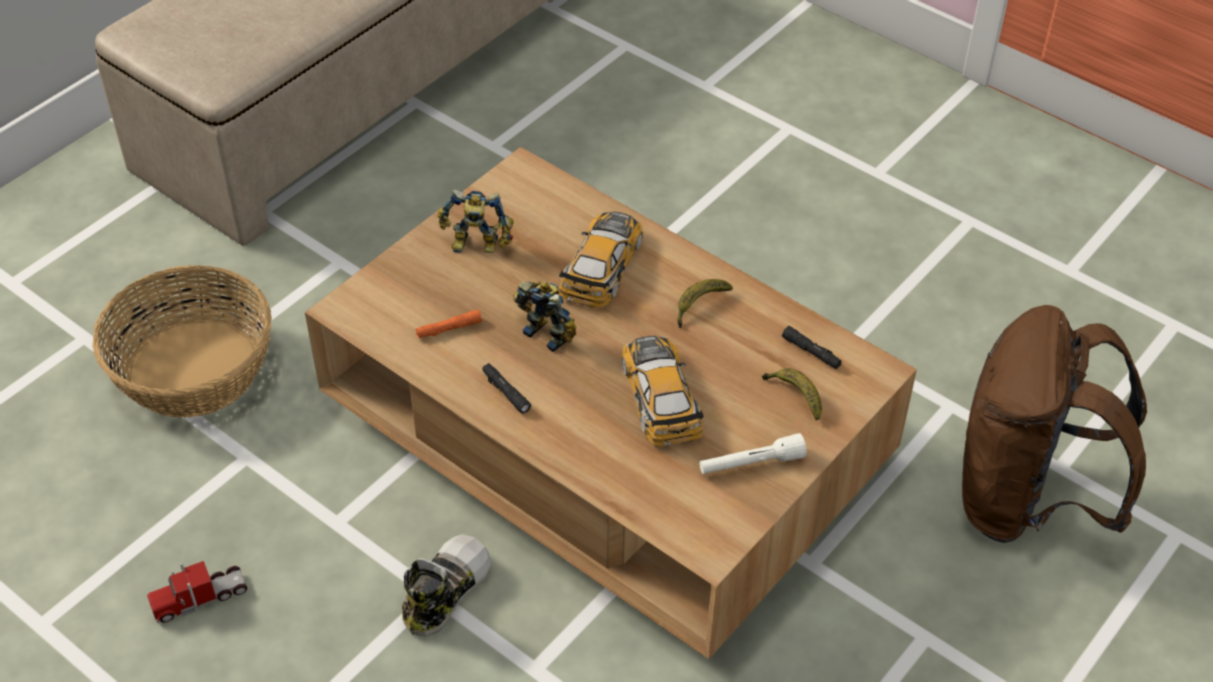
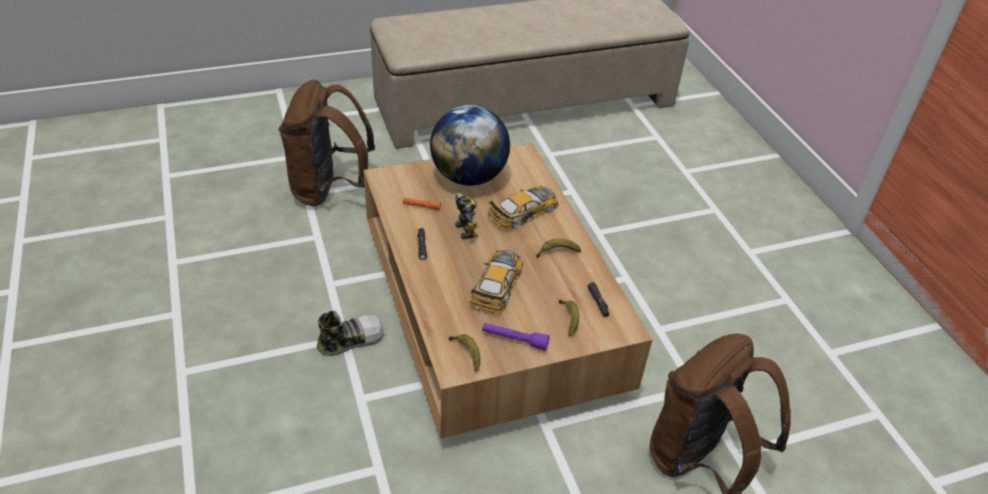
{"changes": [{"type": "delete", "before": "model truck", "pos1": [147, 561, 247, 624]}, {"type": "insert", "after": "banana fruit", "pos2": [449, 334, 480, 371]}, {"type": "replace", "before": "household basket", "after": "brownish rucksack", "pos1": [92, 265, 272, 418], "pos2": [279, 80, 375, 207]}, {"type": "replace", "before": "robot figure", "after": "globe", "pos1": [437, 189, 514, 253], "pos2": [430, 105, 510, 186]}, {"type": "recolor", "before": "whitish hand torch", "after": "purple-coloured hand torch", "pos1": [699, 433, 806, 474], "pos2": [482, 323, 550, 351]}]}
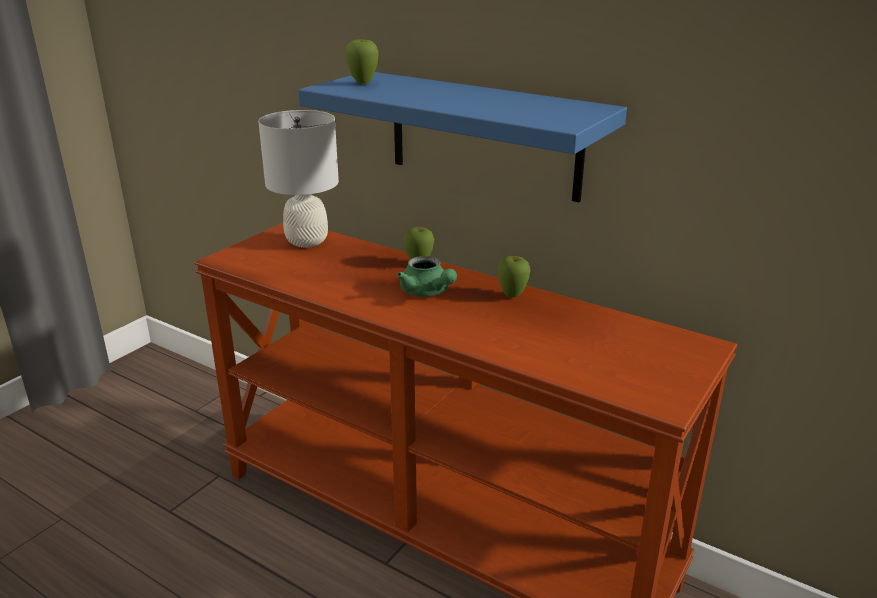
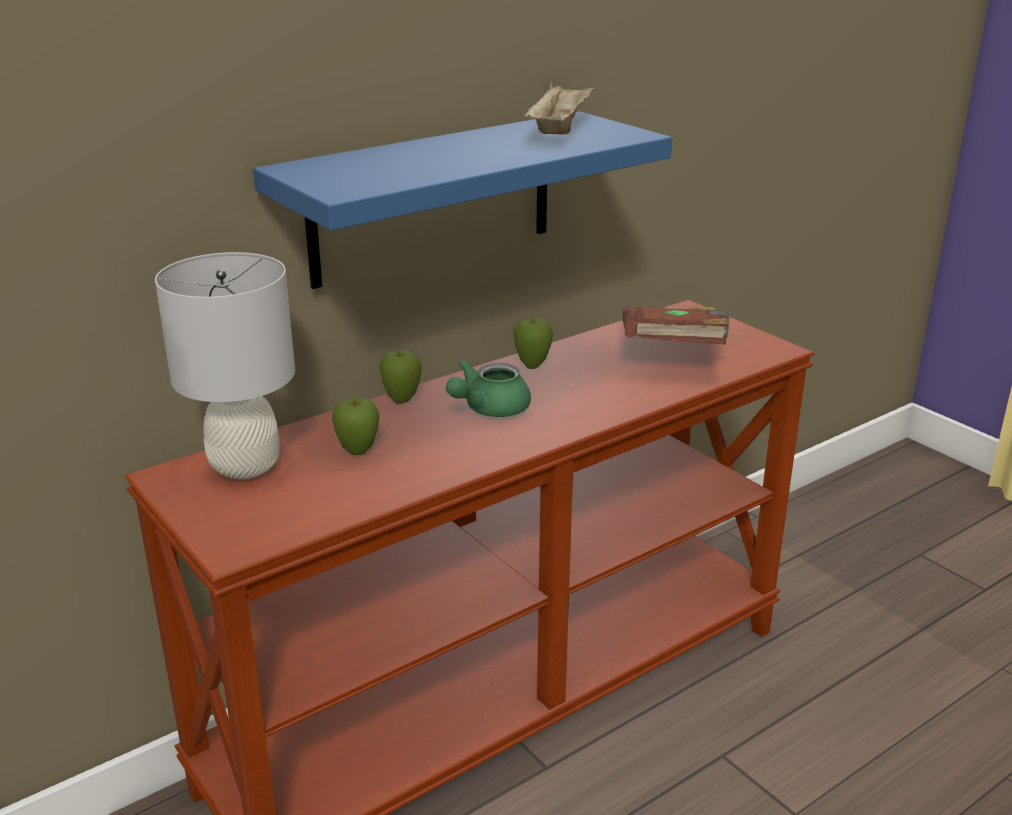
{"changes": [{"type": "insert", "after": "beige-coloured serving tray", "pos2": [523, 82, 597, 135]}, {"type": "insert", "after": "brownish volume", "pos2": [622, 306, 729, 345]}, {"type": "move", "before": "apple", "pos1": [345, 38, 379, 84], "pos2": [332, 397, 380, 455]}, {"type": "rotate", "before": "green teapot", "pos1": [397, 256, 457, 297], "pos2": [446, 360, 531, 417], "turn": 150}]}
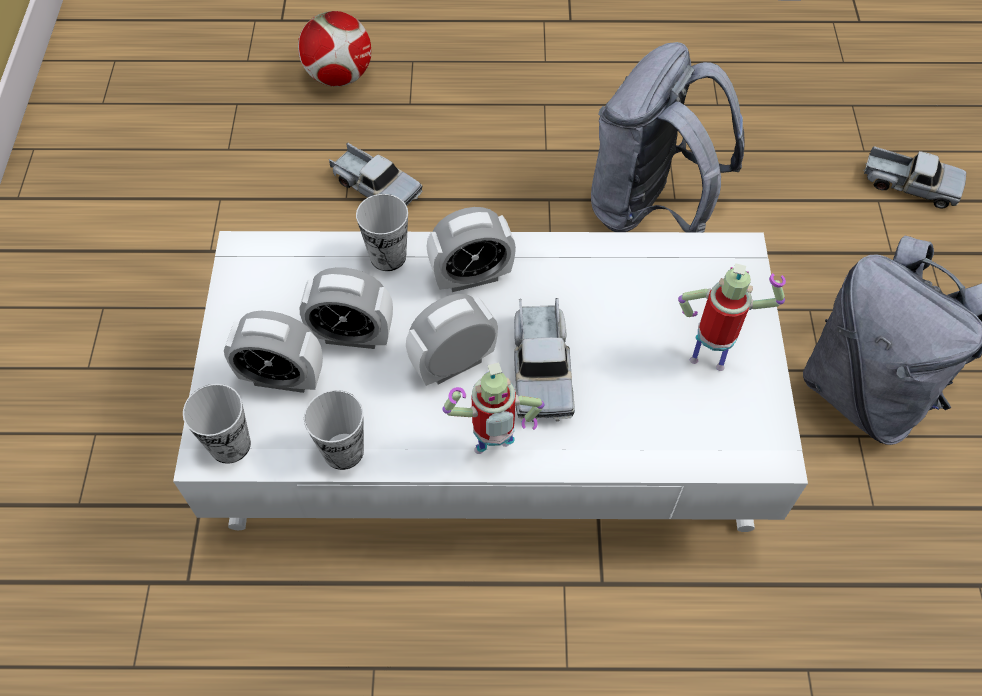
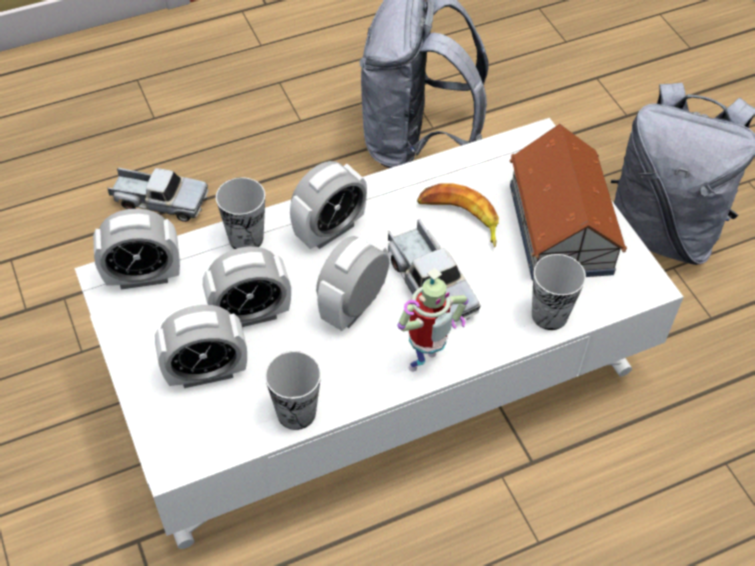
{"changes": [{"type": "delete", "before": "ball for football", "pos1": [298, 11, 371, 87]}, {"type": "delete", "before": "model truck", "pos1": [864, 146, 966, 209]}, {"type": "insert", "after": "table clock", "pos2": [93, 209, 180, 289]}, {"type": "insert", "after": "banana fruit", "pos2": [417, 183, 499, 247]}, {"type": "move", "before": "cup", "pos1": [183, 384, 251, 464], "pos2": [532, 254, 586, 330]}, {"type": "replace", "before": "robot figure", "after": "miniature house", "pos1": [678, 263, 786, 371], "pos2": [509, 124, 627, 281]}]}
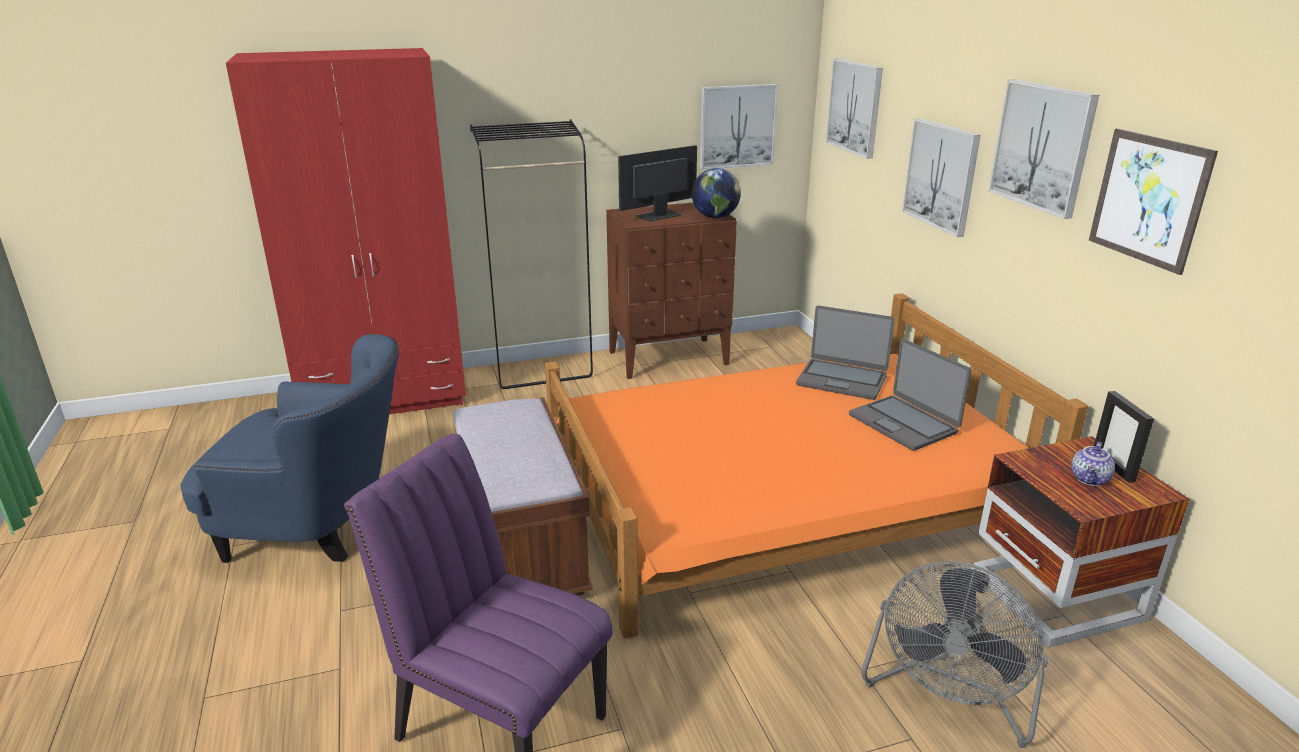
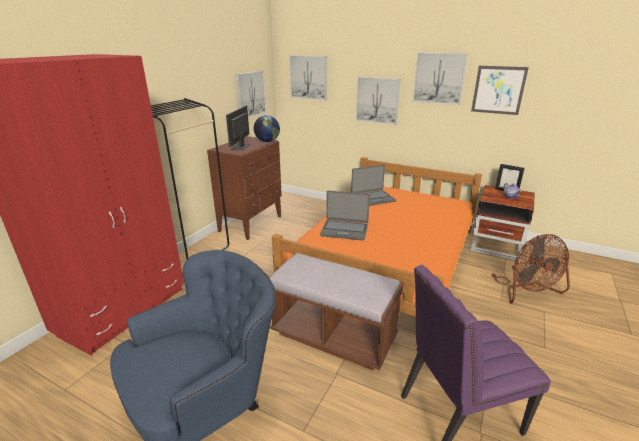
{"changes": [{"type": "move", "before": "portable computer", "pos1": [849, 338, 971, 451], "pos2": [320, 191, 370, 241]}, {"type": "recolor", "before": "greyish fan", "after": "brownish fan", "pos1": [861, 561, 1048, 748], "pos2": [492, 234, 570, 304]}]}
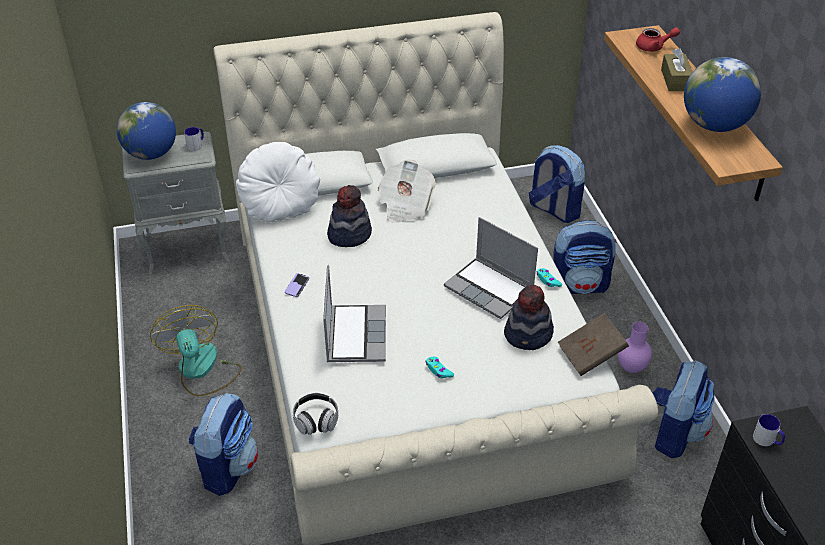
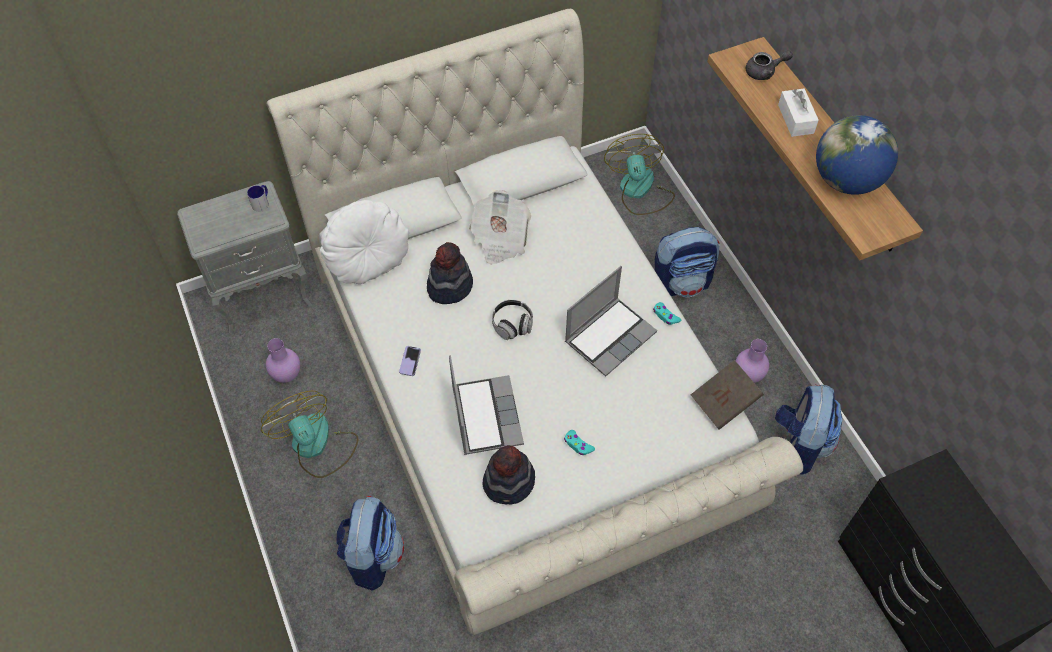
{"changes": [{"type": "delete", "before": "globe", "pos1": [117, 102, 176, 160]}, {"type": "delete", "before": "tea mug", "pos1": [753, 414, 785, 447]}, {"type": "insert", "after": "purple-coloured flower vase", "pos2": [266, 338, 300, 383]}, {"type": "move", "before": "pair of headphones", "pos1": [293, 393, 338, 435], "pos2": [492, 300, 533, 340]}, {"type": "move", "before": "hat", "pos1": [504, 285, 554, 350], "pos2": [483, 445, 535, 504]}, {"type": "replace", "before": "rucksack", "after": "fan", "pos1": [529, 145, 585, 223], "pos2": [604, 134, 675, 215]}, {"type": "recolor", "before": "red teapot", "after": "greyish teapot", "pos1": [636, 27, 680, 52], "pos2": [746, 51, 793, 80]}, {"type": "recolor", "before": "brownish box of tissues", "after": "whitish box of tissues", "pos1": [661, 48, 693, 91], "pos2": [778, 89, 819, 137]}, {"type": "rotate", "before": "portable computer", "pos1": [444, 217, 538, 319], "pos2": [565, 266, 657, 377], "turn": -75}]}
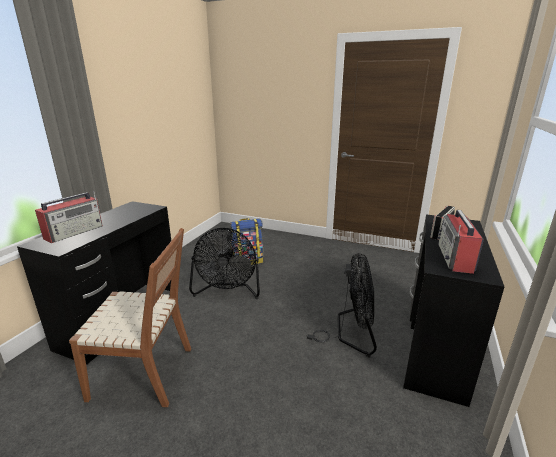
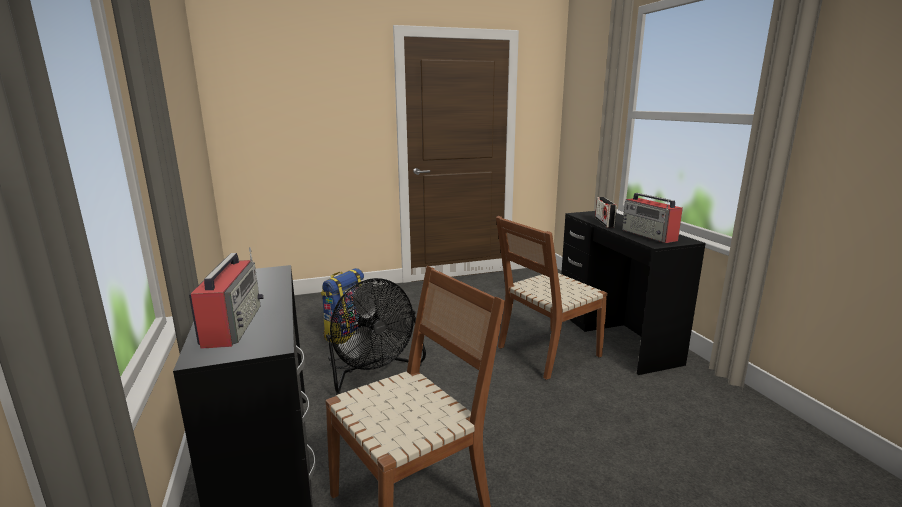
{"changes": [{"type": "replace", "before": "blackish fan", "after": "upright chair", "pos1": [306, 253, 377, 358], "pos2": [496, 216, 607, 380]}]}
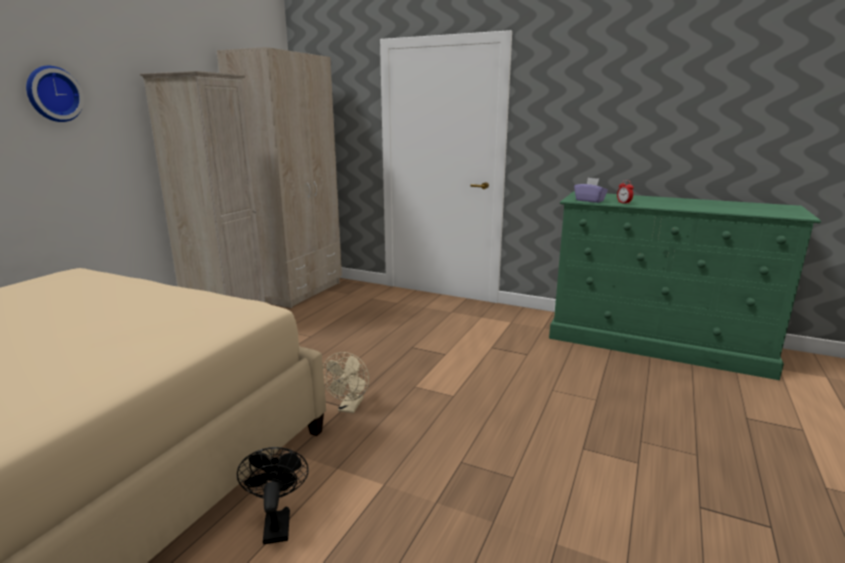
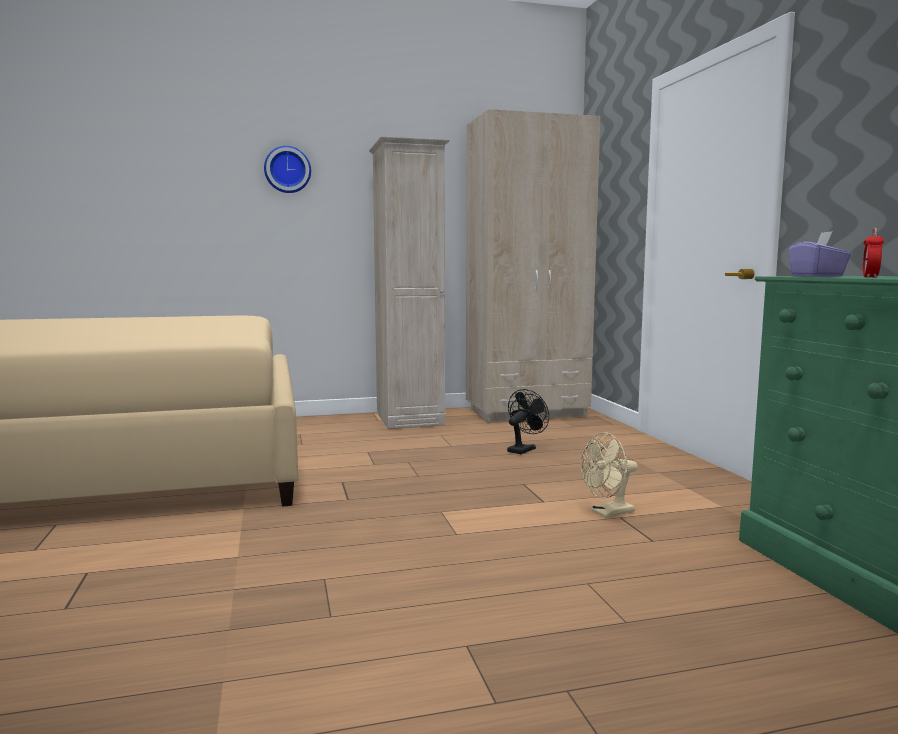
{"changes": [{"type": "move", "before": "blackish fan", "pos1": [237, 447, 309, 544], "pos2": [507, 389, 549, 454]}, {"type": "move", "before": "beige-coloured fan", "pos1": [323, 352, 369, 413], "pos2": [580, 432, 638, 518]}]}
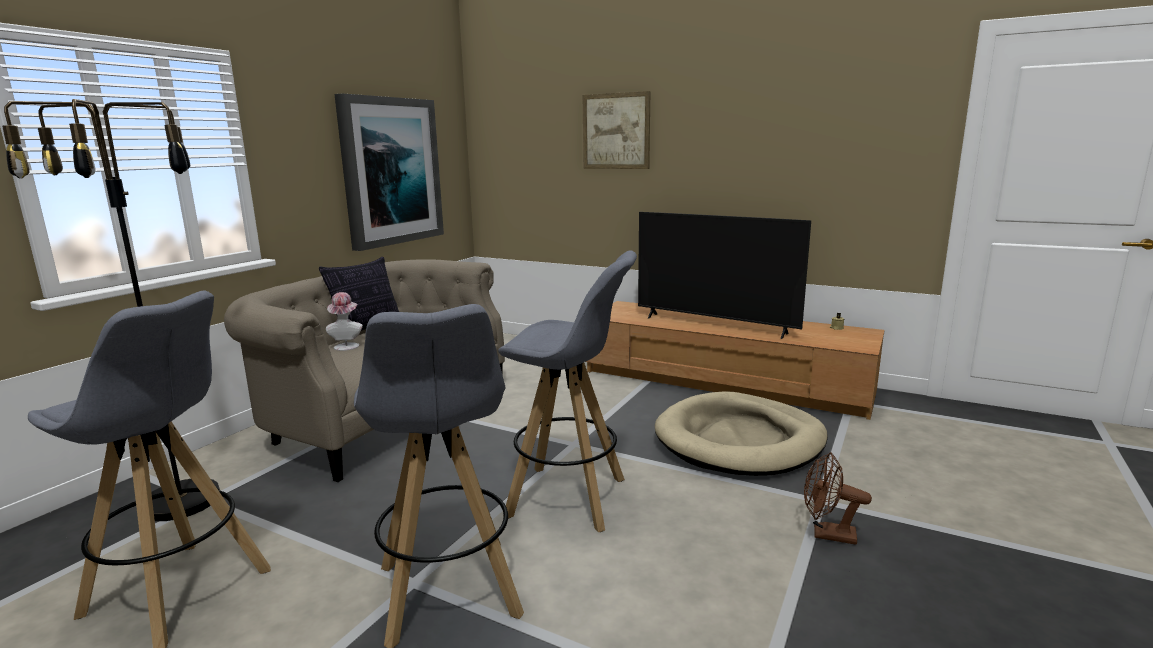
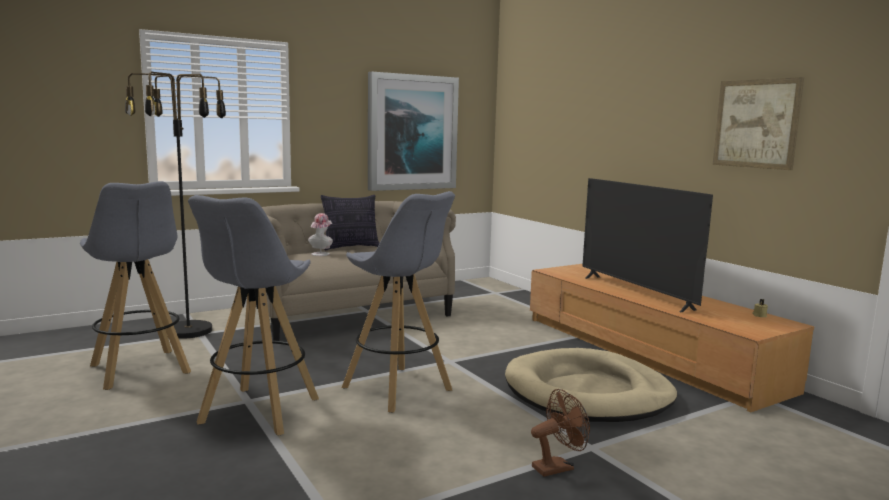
{"changes": [{"type": "move", "before": "wall art", "pos1": [583, 91, 650, 169], "pos2": [712, 77, 804, 170]}, {"type": "rotate", "before": "brownish fan", "pos1": [804, 452, 872, 545], "pos2": [531, 389, 590, 477], "turn": 105}]}
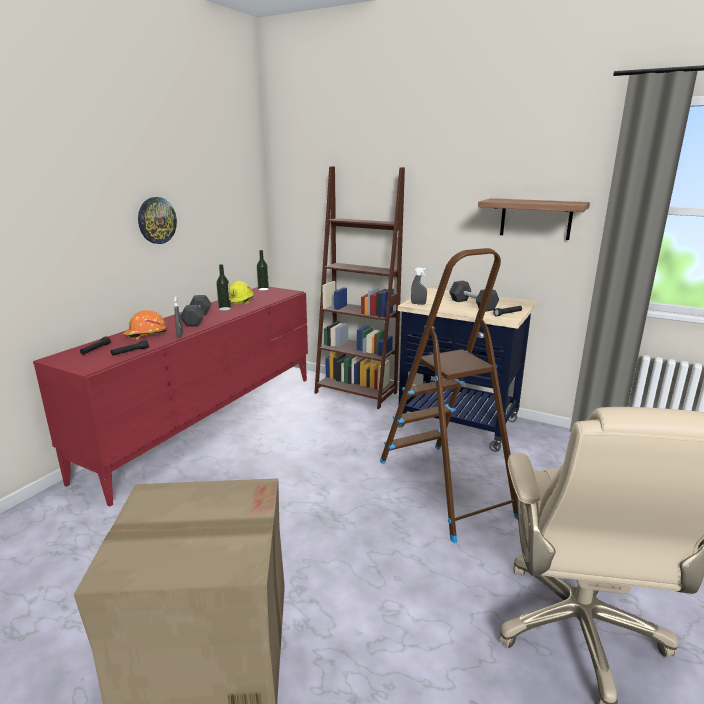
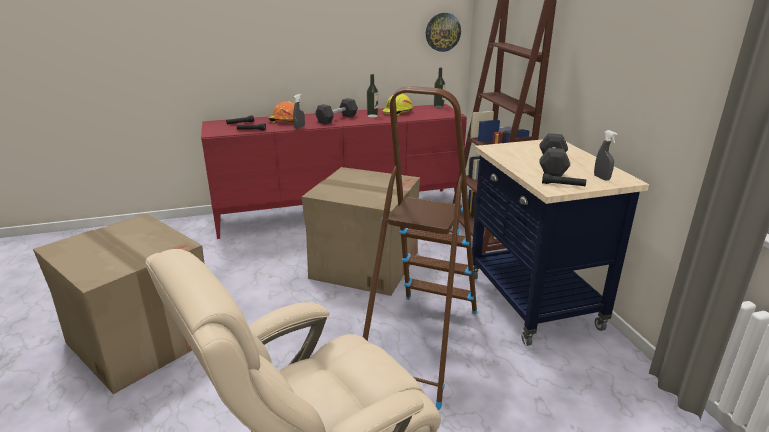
{"changes": [{"type": "delete", "before": "shelf", "pos1": [478, 198, 590, 240]}, {"type": "insert", "after": "carton", "pos2": [302, 167, 420, 296]}, {"type": "move", "before": "wall clock", "pos1": [138, 197, 177, 244], "pos2": [426, 13, 461, 52]}, {"type": "move", "before": "greyish spray bottle", "pos1": [411, 267, 427, 305], "pos2": [594, 130, 618, 181]}]}
